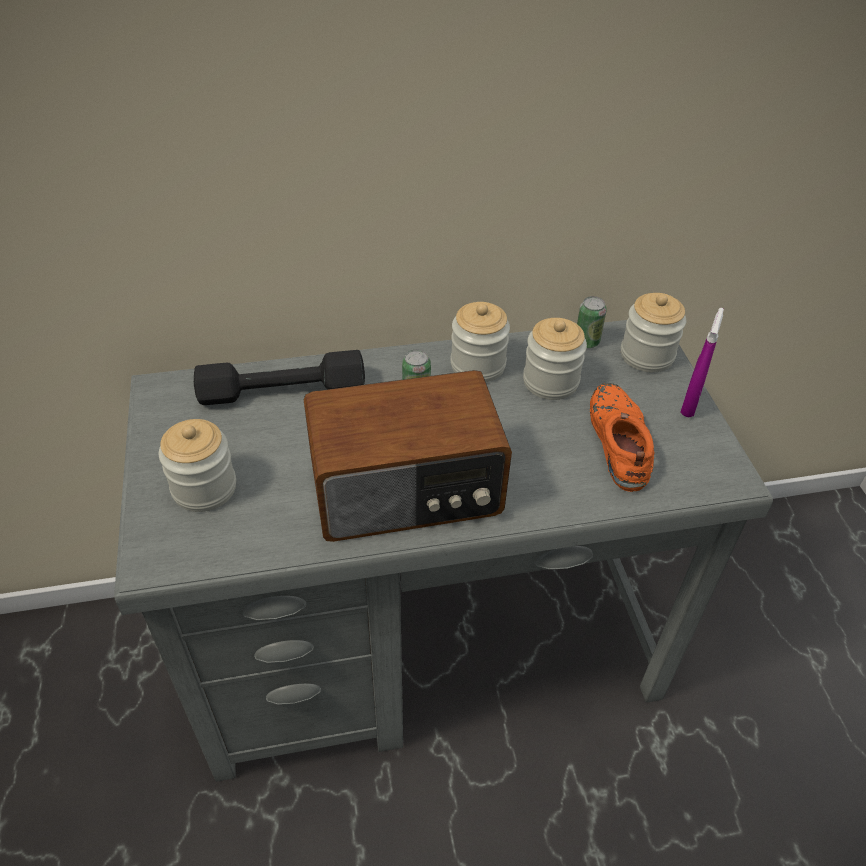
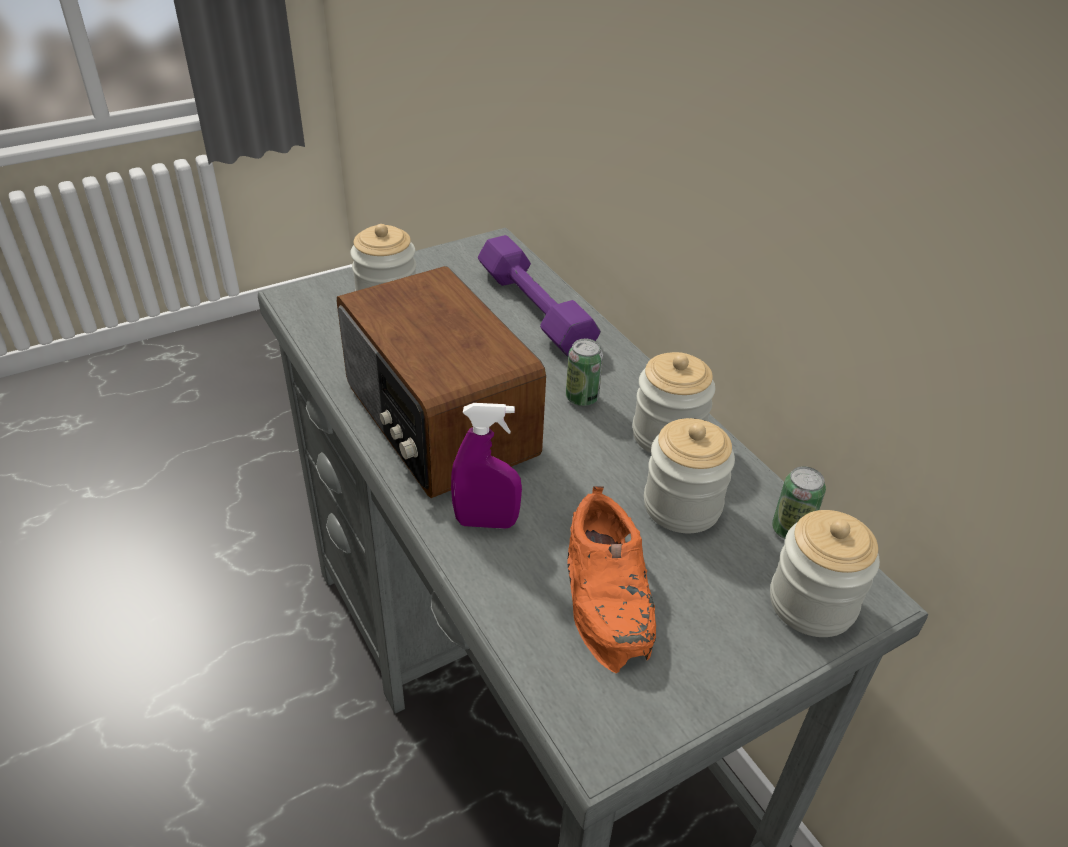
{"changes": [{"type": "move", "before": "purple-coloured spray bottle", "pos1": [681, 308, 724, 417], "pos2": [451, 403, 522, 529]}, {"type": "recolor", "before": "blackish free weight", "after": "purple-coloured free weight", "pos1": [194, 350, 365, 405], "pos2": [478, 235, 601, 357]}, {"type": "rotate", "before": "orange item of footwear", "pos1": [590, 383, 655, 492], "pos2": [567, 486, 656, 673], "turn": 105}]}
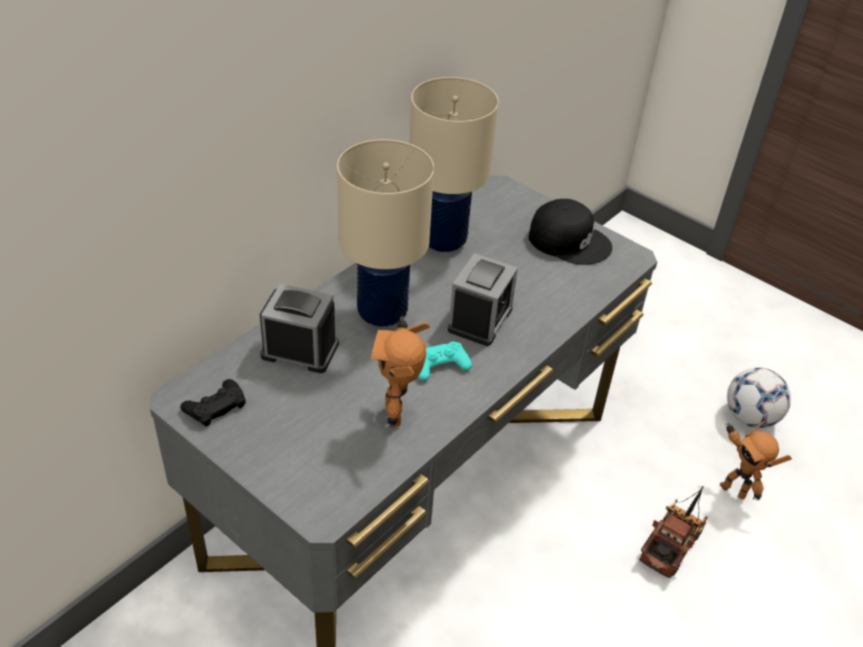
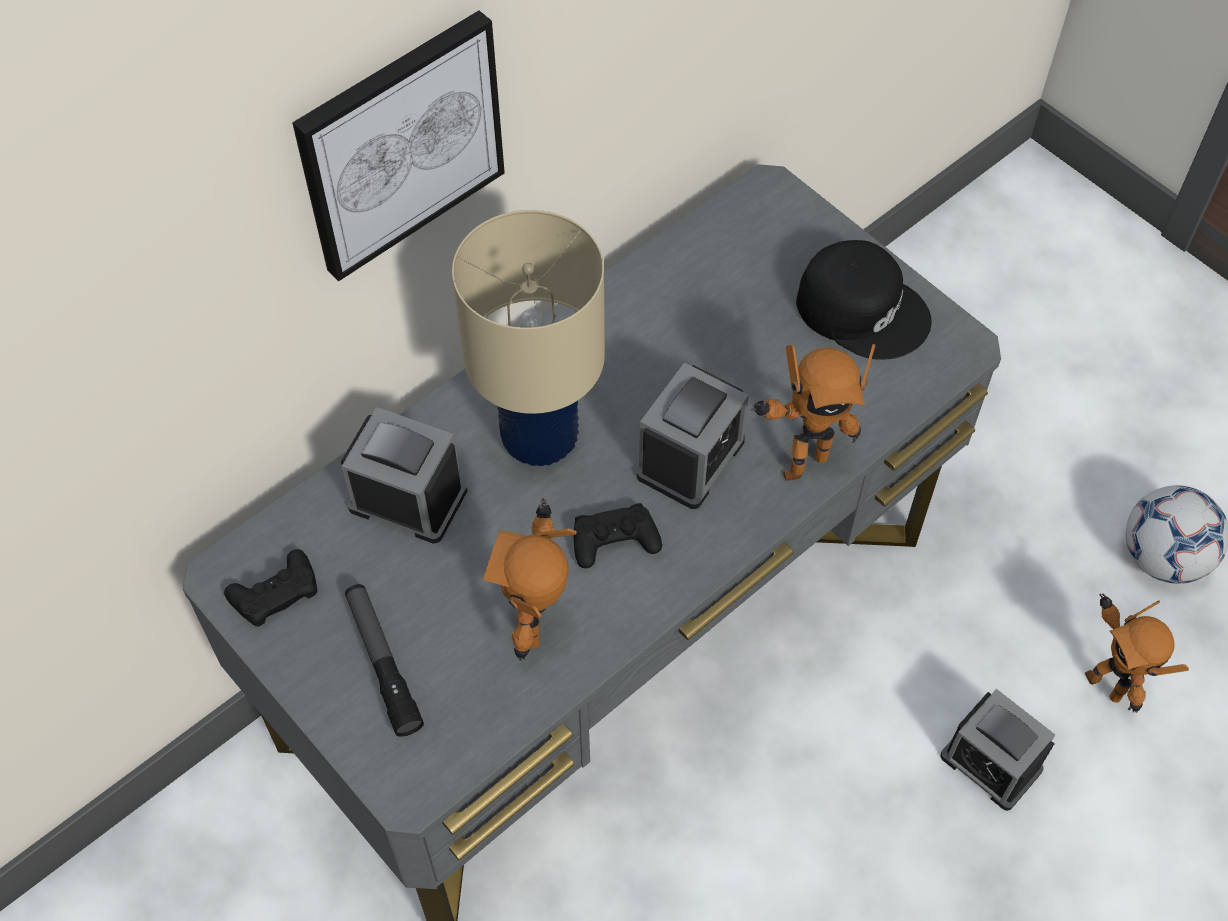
{"changes": [{"type": "delete", "before": "beige-coloured tabletop lamp", "pos1": [409, 77, 498, 252]}, {"type": "insert", "after": "wall art", "pos2": [292, 10, 505, 281]}, {"type": "insert", "after": "hand torch", "pos2": [345, 584, 424, 737]}, {"type": "insert", "after": "robot figure", "pos2": [751, 344, 875, 481]}, {"type": "replace", "before": "model truck", "after": "table clock", "pos1": [639, 486, 708, 578], "pos2": [940, 689, 1055, 811]}, {"type": "recolor", "before": "turquoise joypad", "after": "blackish joypad", "pos1": [418, 341, 472, 380], "pos2": [573, 503, 662, 568]}]}
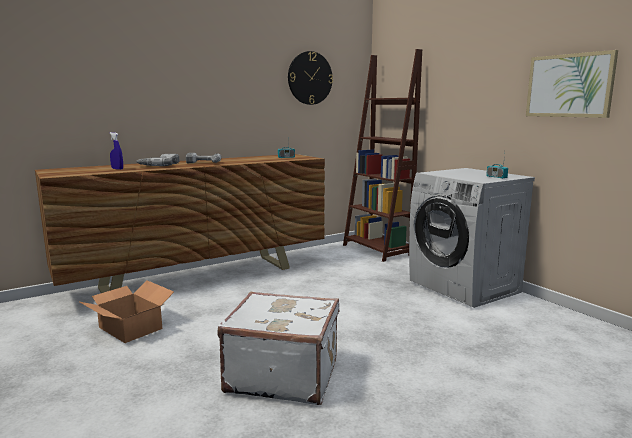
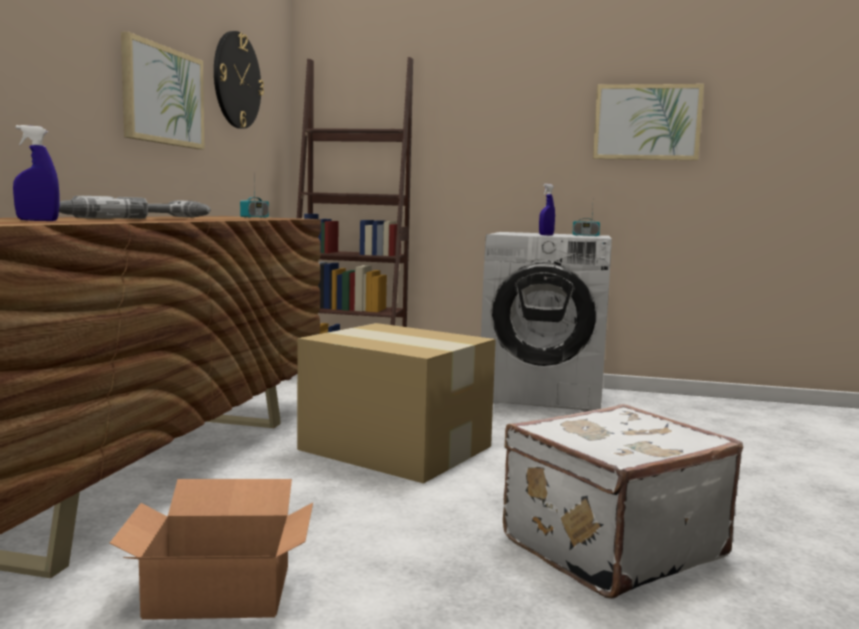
{"changes": [{"type": "insert", "after": "wall art", "pos2": [121, 32, 204, 149]}, {"type": "insert", "after": "carton", "pos2": [297, 323, 496, 483]}, {"type": "insert", "after": "blue spray bottle", "pos2": [539, 184, 555, 235]}]}
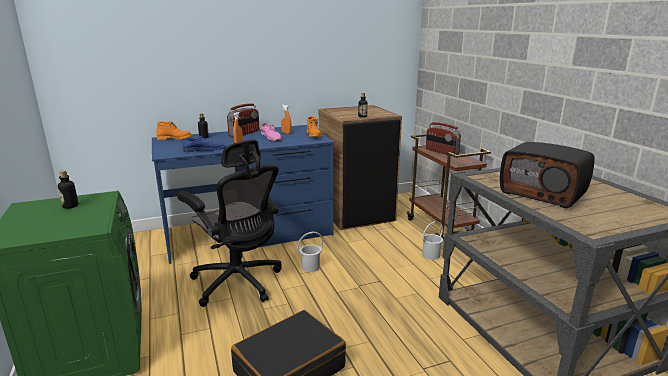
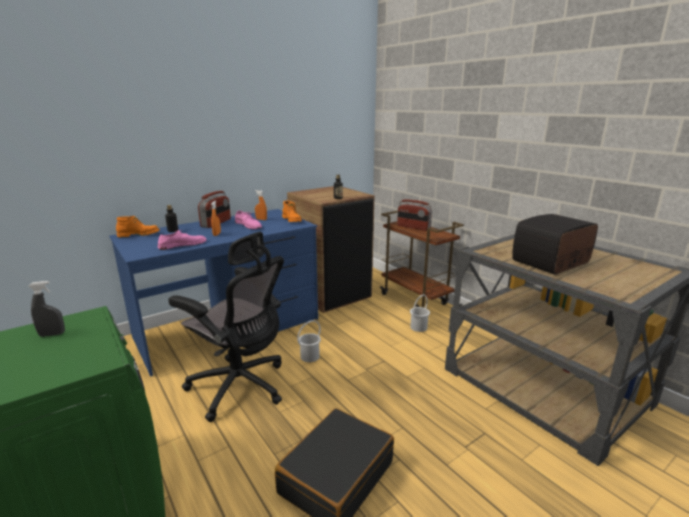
{"changes": [{"type": "replace", "before": "bottle", "after": "greyish spray bottle", "pos1": [58, 170, 79, 209], "pos2": [28, 281, 65, 337]}, {"type": "recolor", "before": "blue item of footwear", "after": "pink-coloured item of footwear", "pos1": [182, 136, 226, 152], "pos2": [158, 230, 207, 250]}, {"type": "rotate", "before": "radio", "pos1": [500, 142, 595, 208], "pos2": [512, 214, 598, 275], "turn": 120}]}
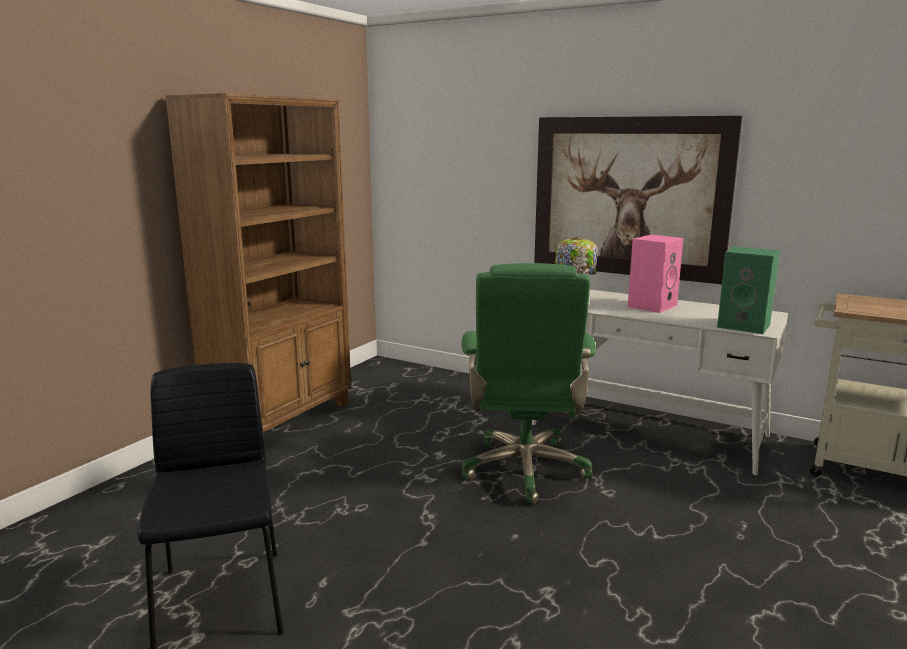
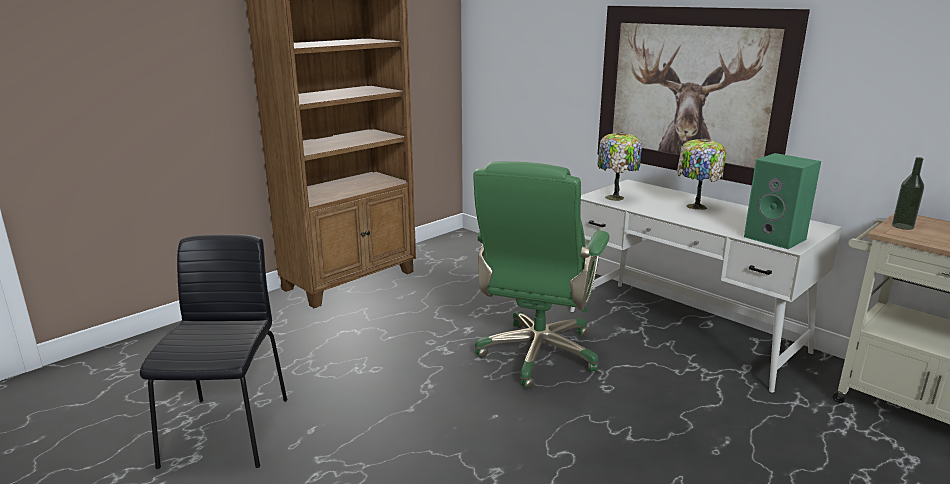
{"changes": [{"type": "insert", "after": "bottle", "pos2": [892, 157, 924, 230]}, {"type": "replace", "before": "pink-coloured loudspeaker", "after": "tabletop lamp", "pos1": [628, 235, 683, 313], "pos2": [677, 138, 726, 210]}]}
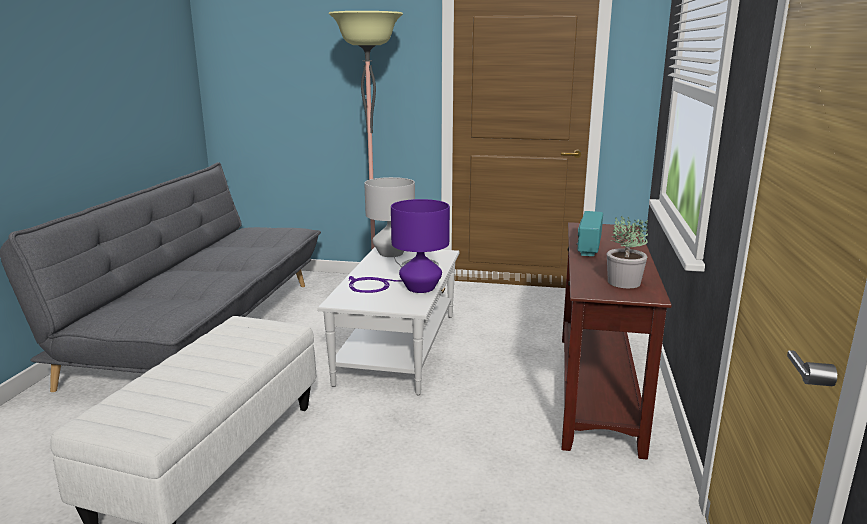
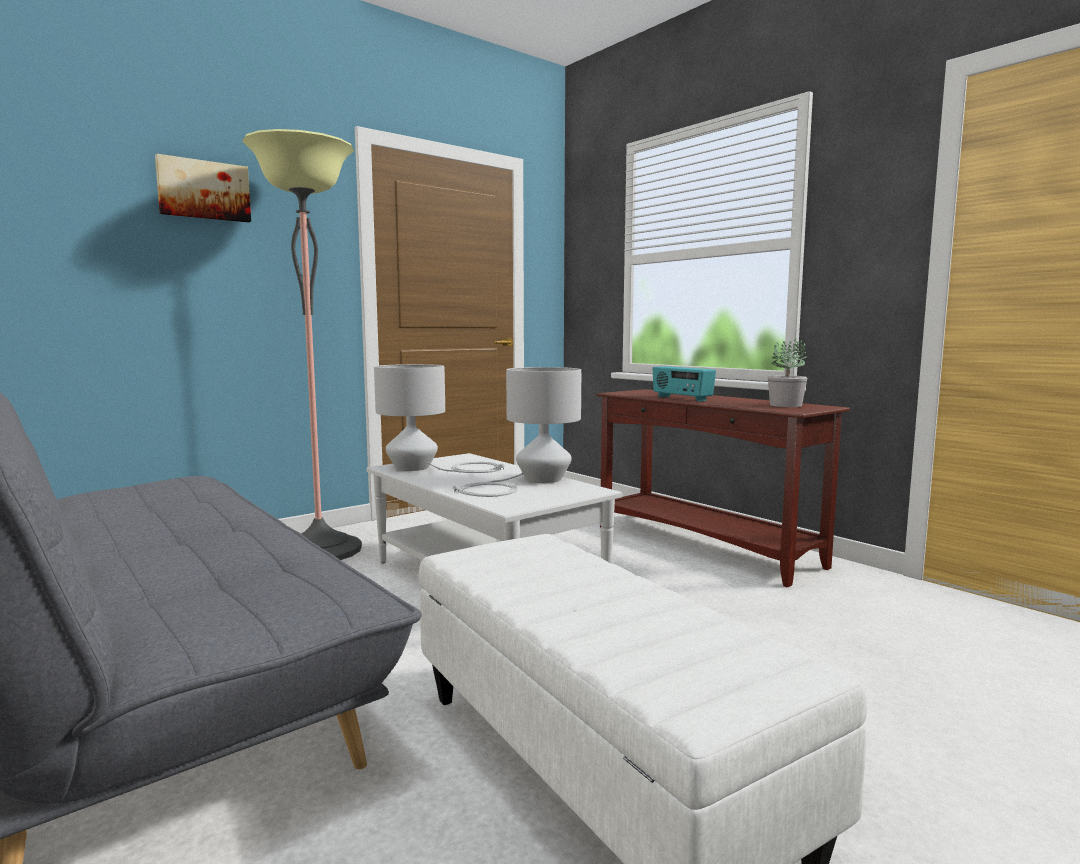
{"changes": [{"type": "insert", "after": "wall art", "pos2": [155, 154, 251, 222]}, {"type": "recolor", "before": "purple-coloured tabletop lamp", "after": "whitish tabletop lamp", "pos1": [349, 199, 450, 293], "pos2": [452, 367, 581, 497]}]}
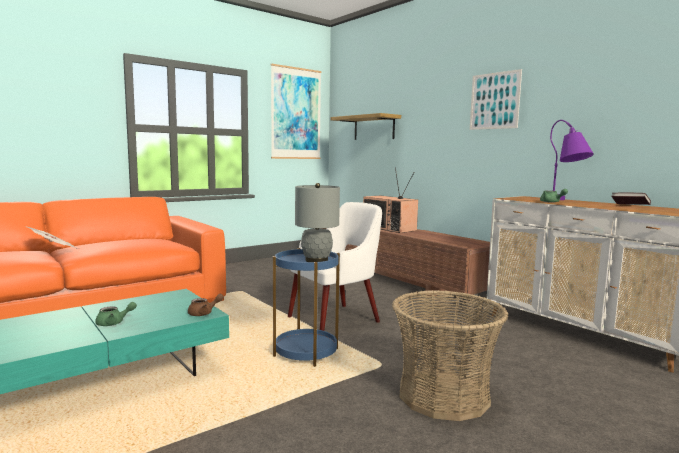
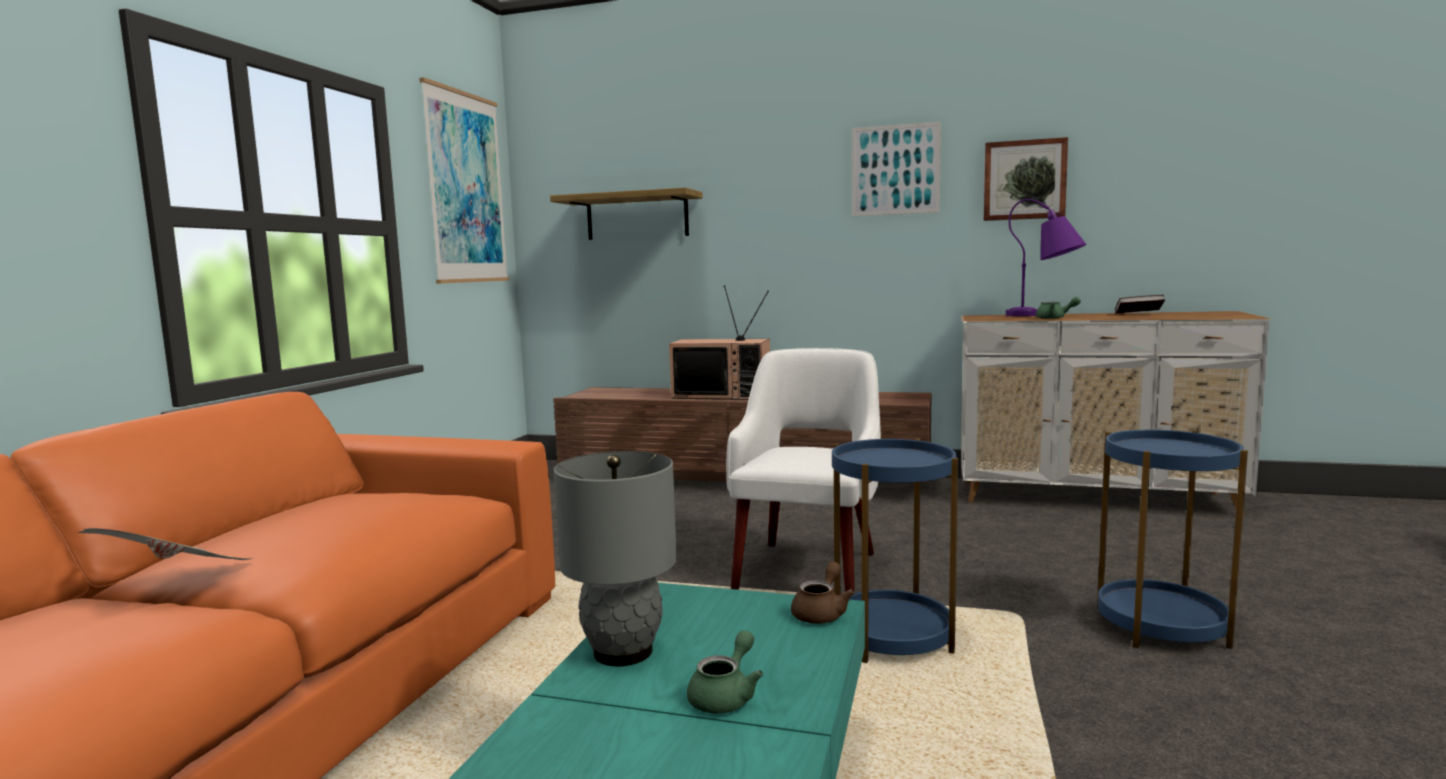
{"changes": [{"type": "insert", "after": "wall art", "pos2": [984, 137, 1068, 221]}, {"type": "move", "before": "greyish tabletop lamp", "pos1": [295, 183, 340, 262], "pos2": [554, 451, 677, 666]}, {"type": "replace", "before": "household basket", "after": "blue side table", "pos1": [392, 290, 508, 421], "pos2": [1097, 430, 1248, 649]}]}
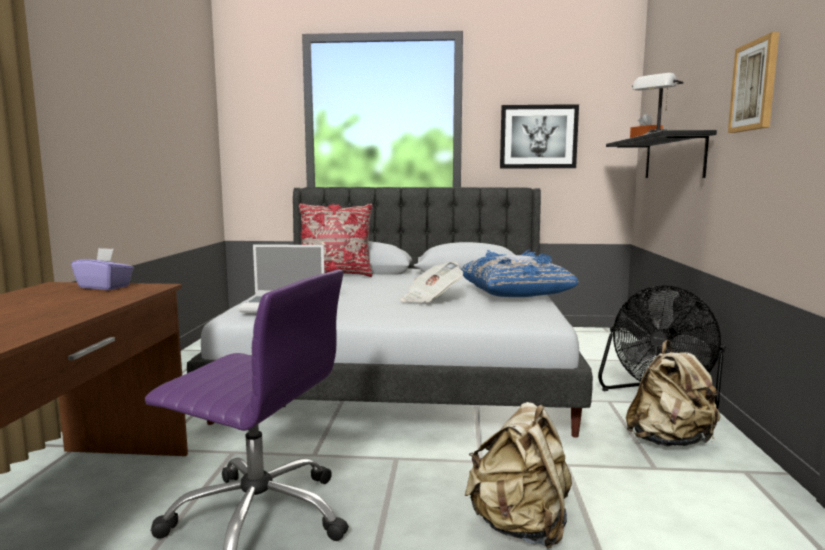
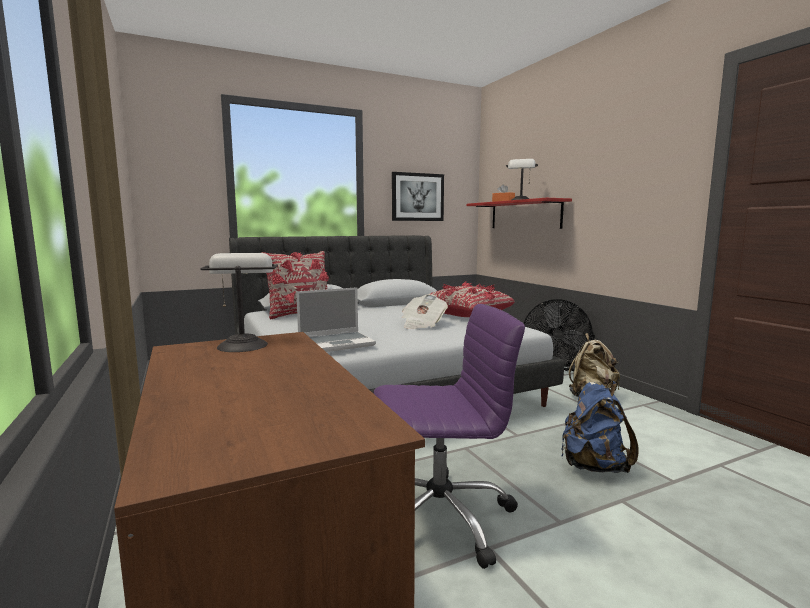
{"changes": [{"type": "delete", "before": "wall art", "pos1": [728, 32, 779, 133]}, {"type": "replace", "before": "purple-coloured box of tissues", "after": "tabletop lamp", "pos1": [71, 248, 134, 290], "pos2": [200, 253, 278, 352]}, {"type": "recolor", "before": "blue pillow", "after": "red pillow", "pos1": [460, 249, 579, 297], "pos2": [430, 281, 515, 317]}, {"type": "recolor", "before": "beige-coloured rucksack", "after": "blue rucksack", "pos1": [465, 402, 572, 549], "pos2": [561, 381, 639, 473]}, {"type": "recolor", "before": "blackish shelf", "after": "red shelf", "pos1": [606, 130, 717, 178], "pos2": [467, 198, 572, 229]}]}
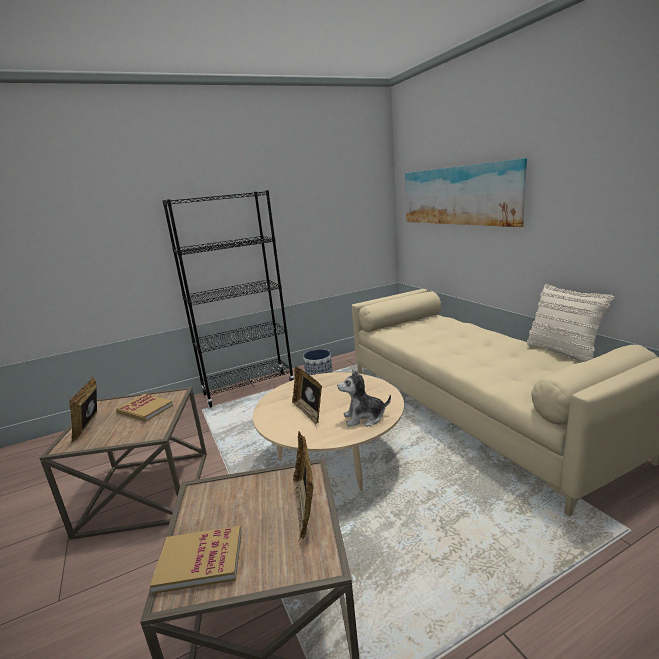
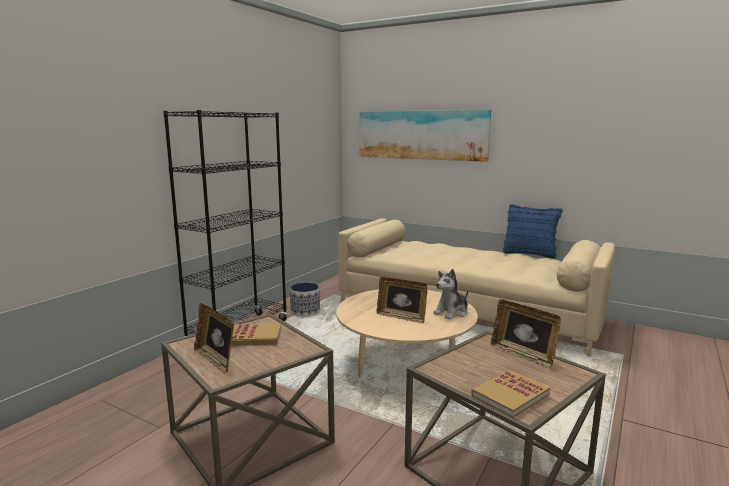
{"changes": [{"type": "recolor", "before": "beige-coloured pillow", "after": "blue pillow", "pos1": [527, 284, 614, 362], "pos2": [503, 204, 563, 259]}]}
